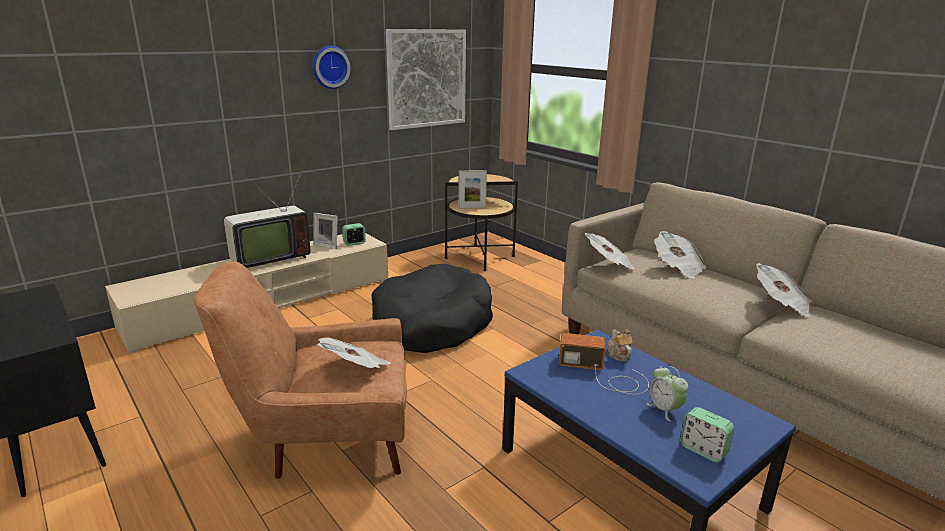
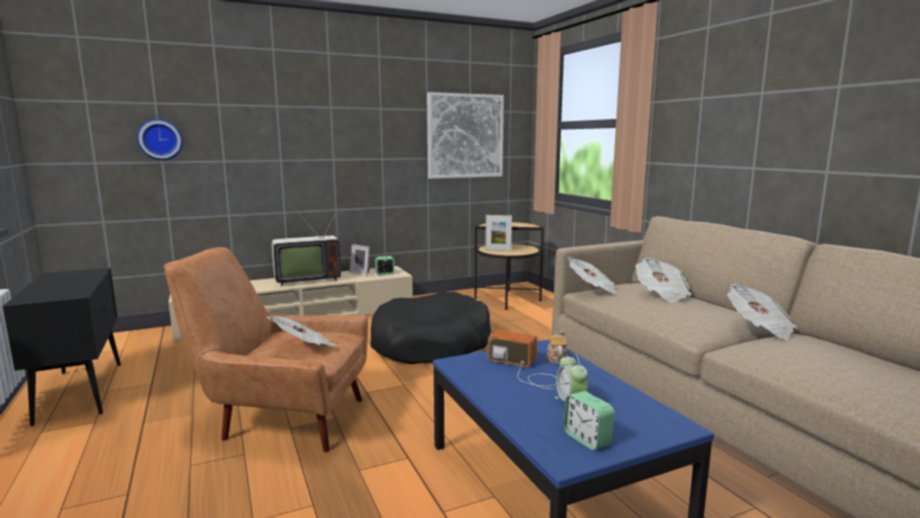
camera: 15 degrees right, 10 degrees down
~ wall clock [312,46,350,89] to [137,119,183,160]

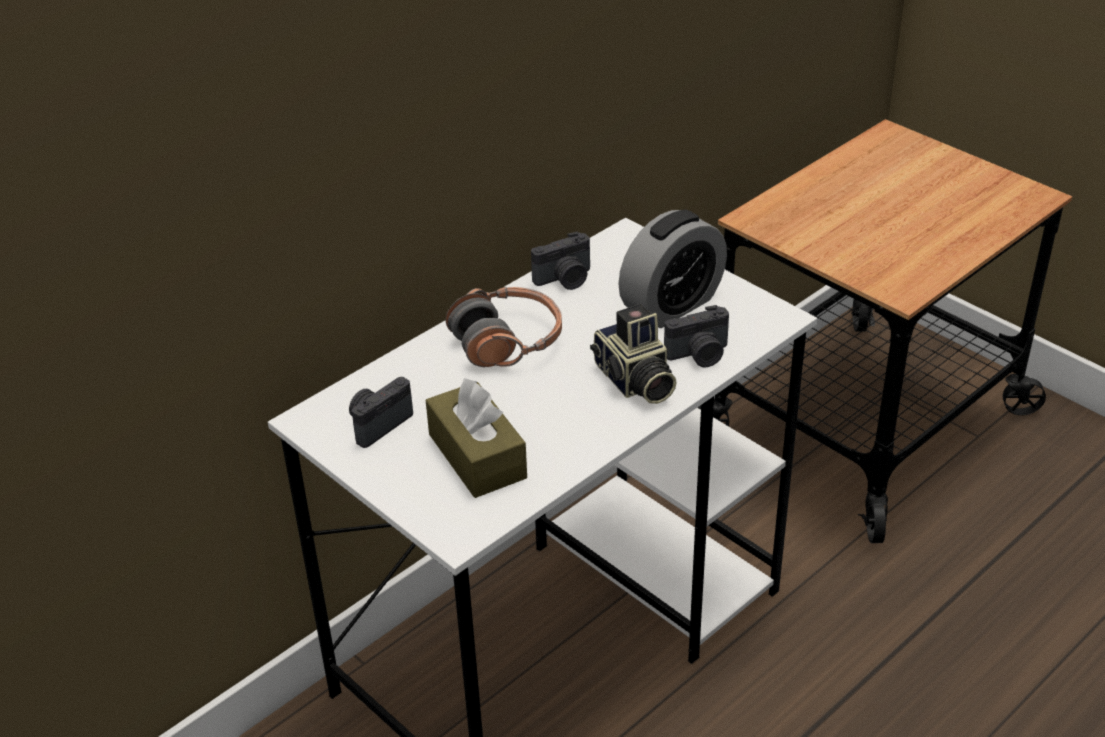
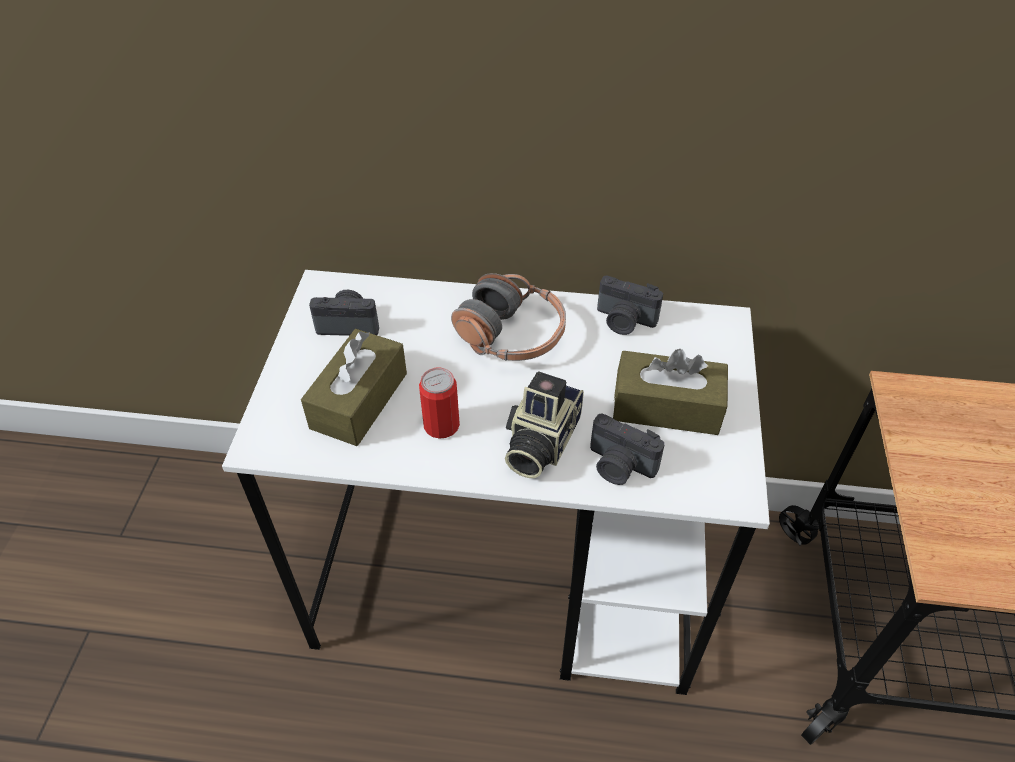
camera: 50 degrees right, 10 degrees up
~ alarm clock [618,210,727,328] to brown tissue box [613,349,728,435]
+ can [419,368,460,439]

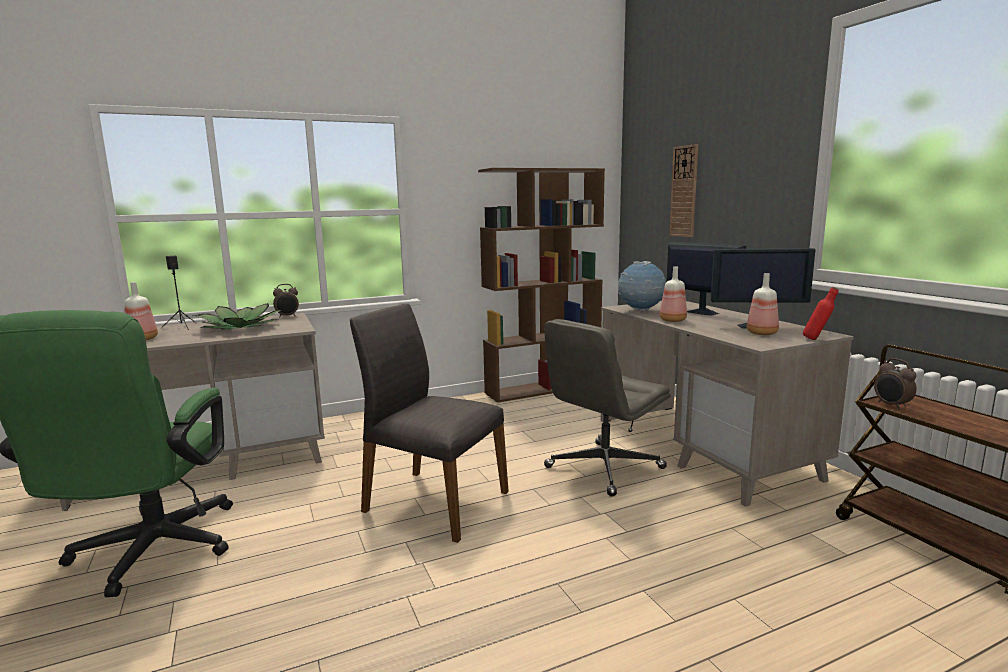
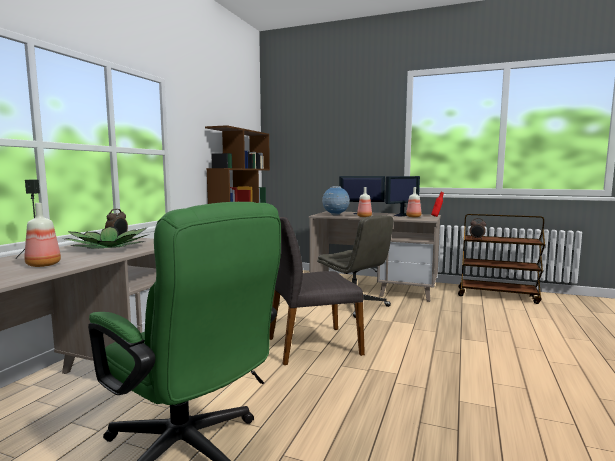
camera: 45 degrees left, 5 degrees down
- wall clock [669,144,698,237]
~ grey office chair [544,319,670,497] = [317,215,393,318] 45 degrees counterclockwise

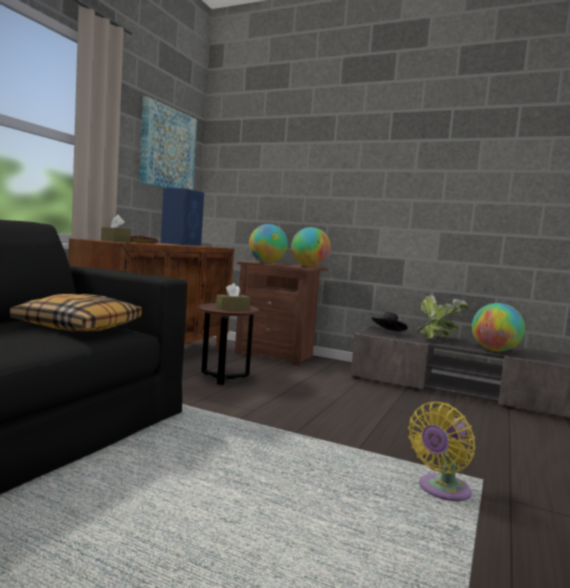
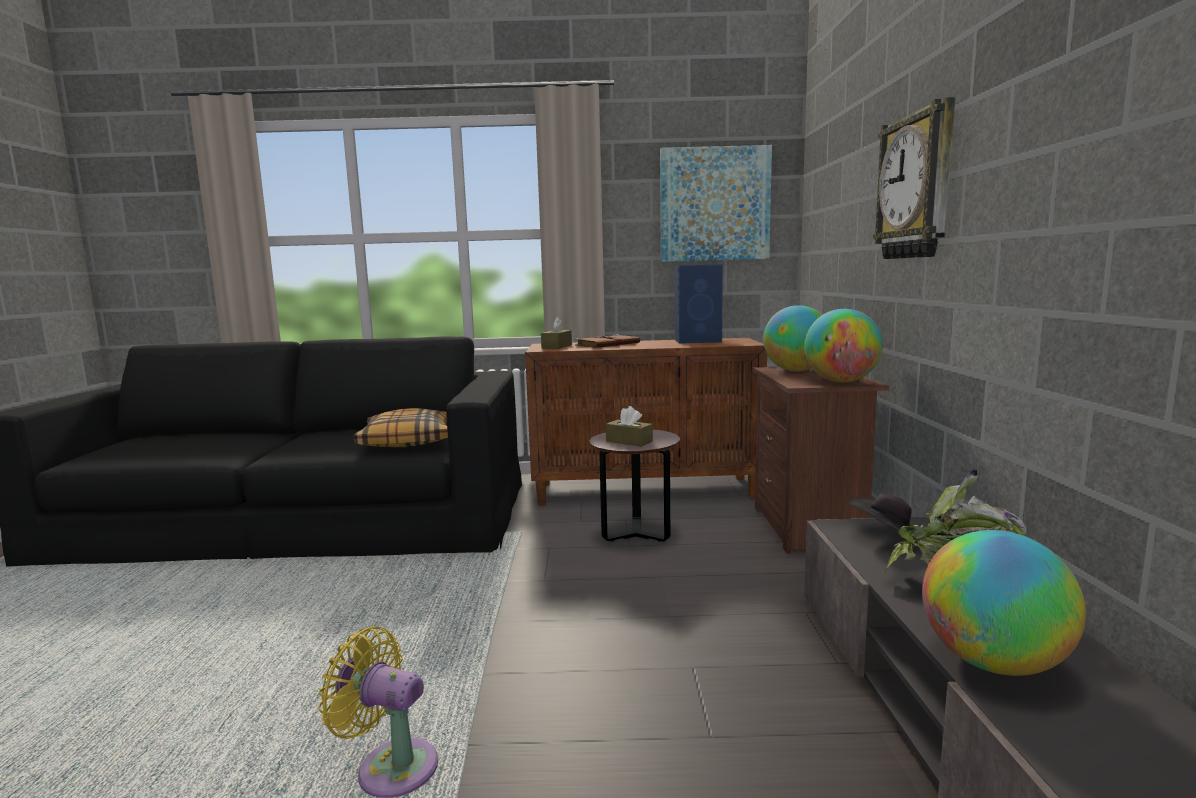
camera: 65 degrees right, 5 degrees up
+ wall clock [873,97,955,259]

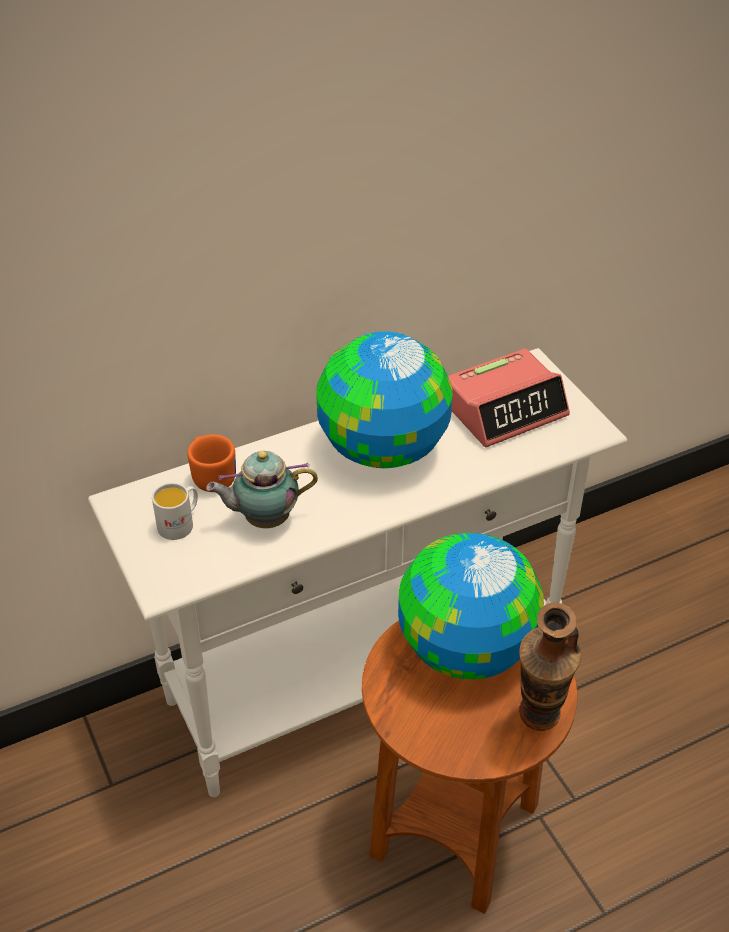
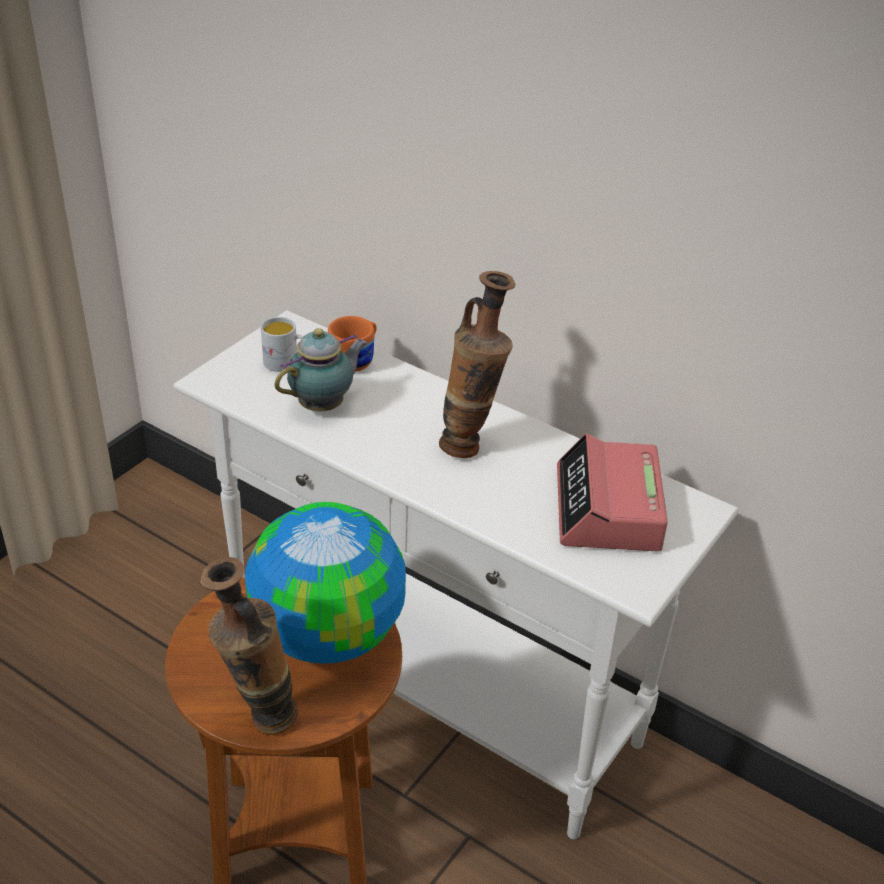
camera: 60 degrees right, 5 degrees down
~ globe [317,331,453,469] to vase [439,271,515,458]
~ alarm clock [448,349,570,447] = [557,434,668,552] 60 degrees clockwise
~ teapot [206,451,318,528] = [275,328,367,411] 90 degrees clockwise

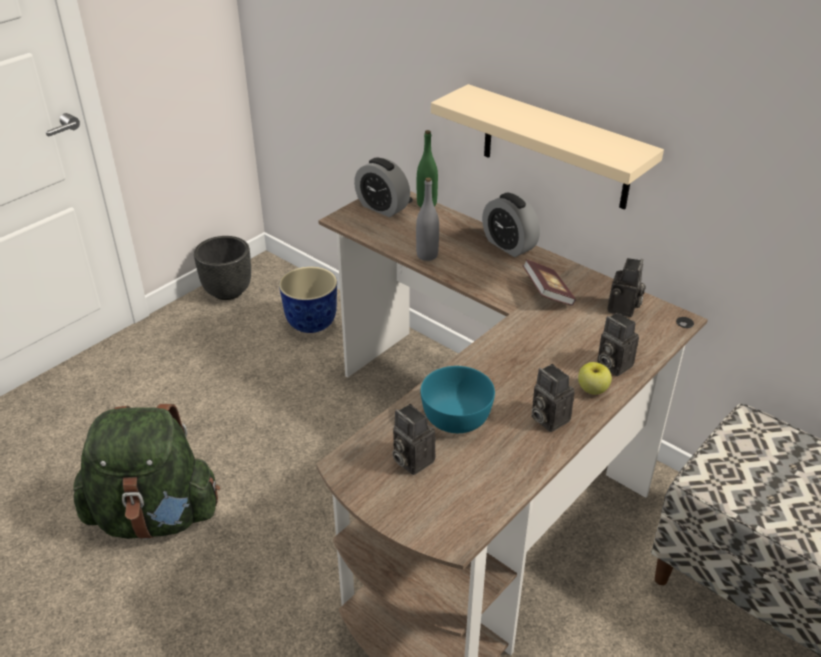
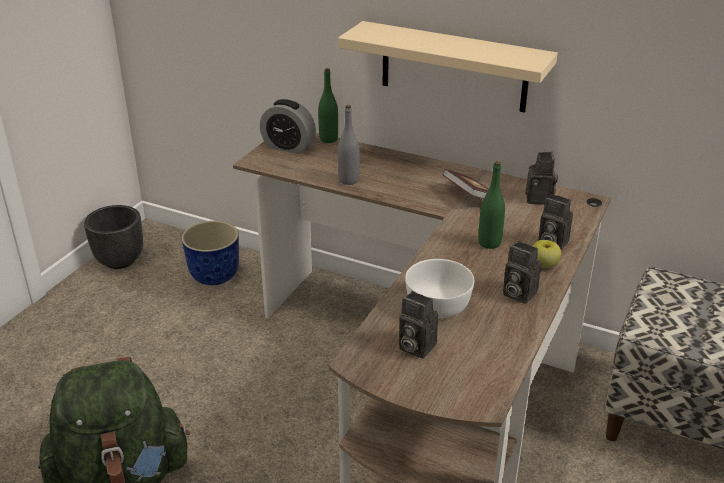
camera: 15 degrees left, 5 degrees down
- alarm clock [482,193,540,257]
~ turquoise bowl [421,366,495,433] to white bowl [405,259,474,318]
+ green bottle [478,161,505,249]

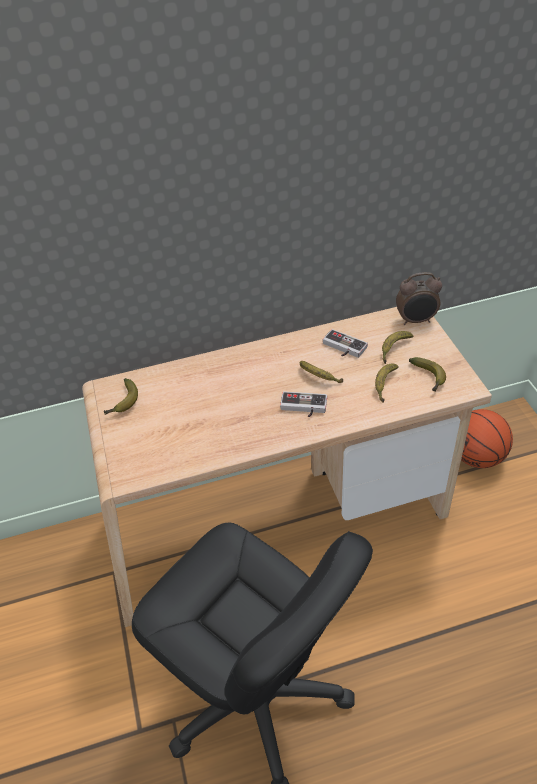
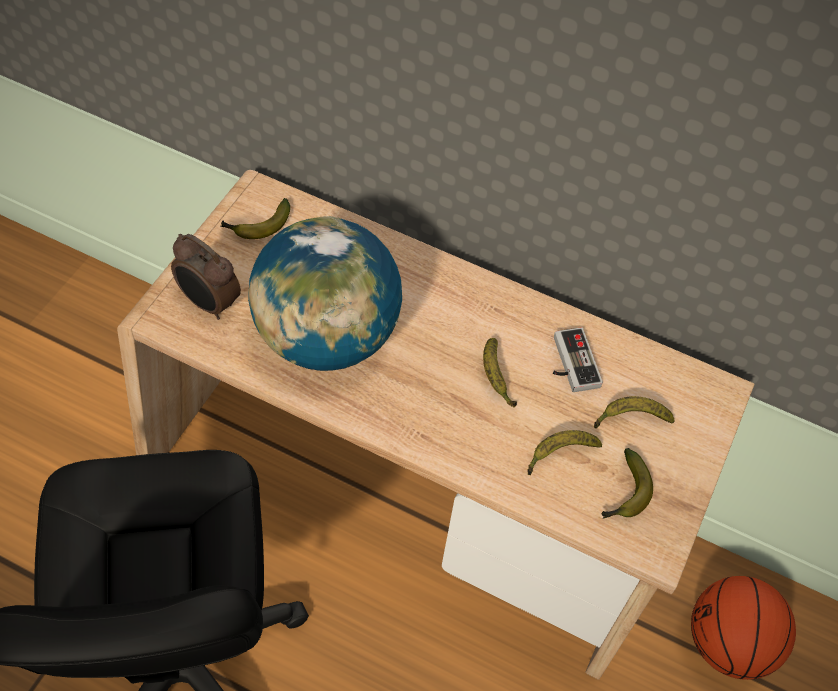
camera: 35 degrees right, 10 degrees up
~ alarm clock [396,272,442,325] to [171,234,241,320]
- game controller [280,391,327,417]
+ globe [248,216,402,371]

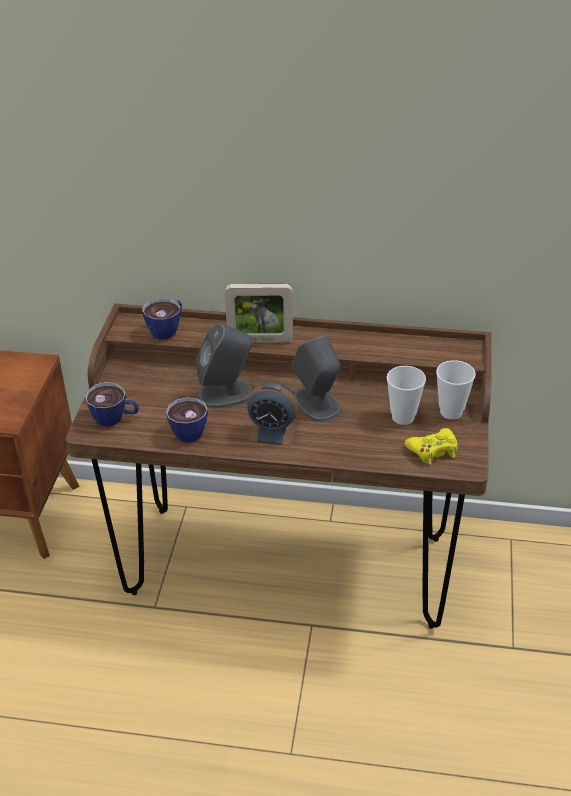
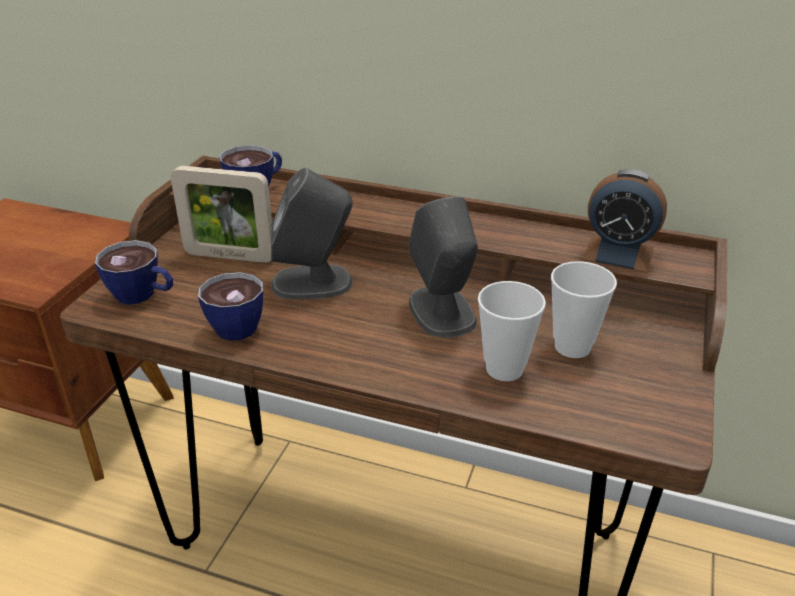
camera: 10 degrees right, 5 degrees down
~ picture frame [225,284,293,343] to [171,166,272,263]
~ cup [436,360,476,419] to [478,281,546,381]
~ alarm clock [247,382,298,446] to [582,169,667,273]
- yellow game controller [405,428,458,465]

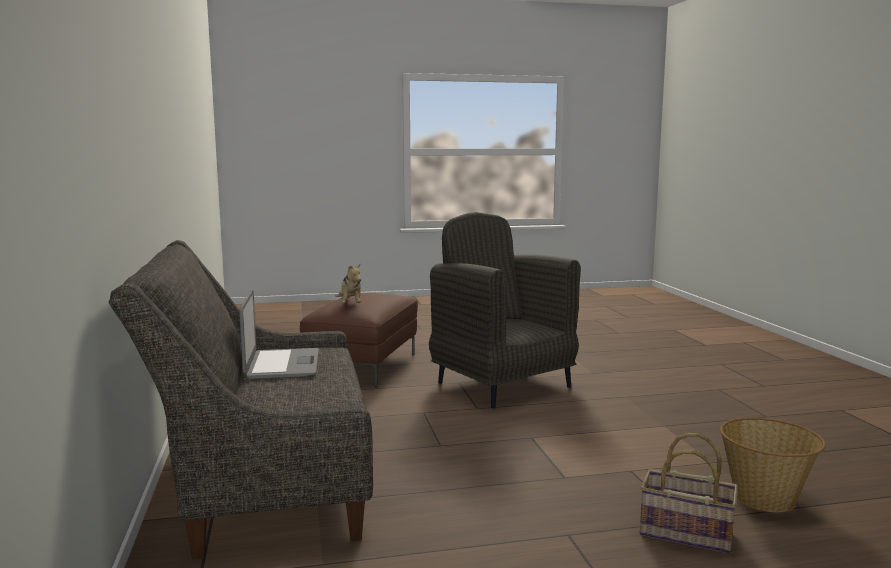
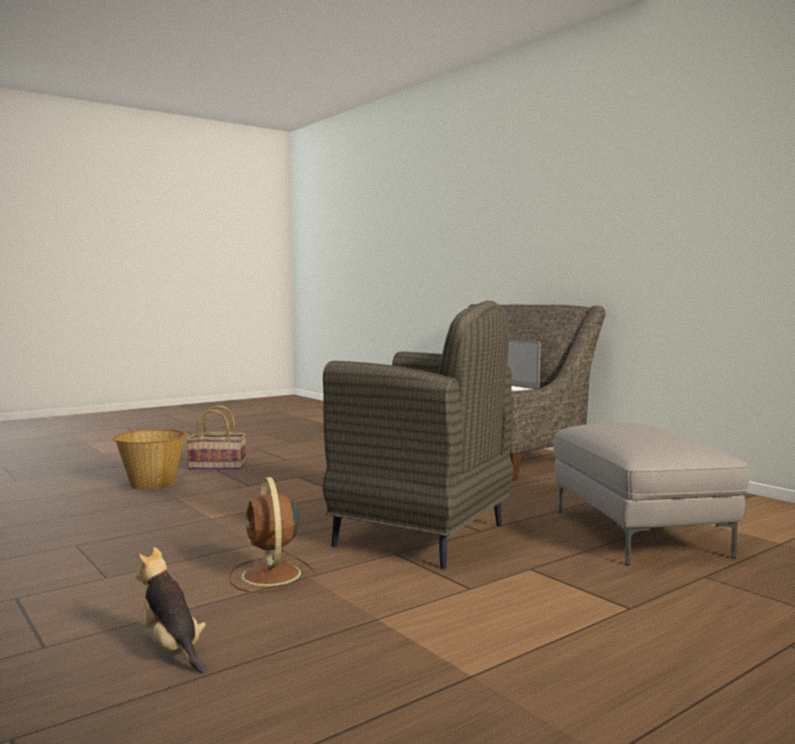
camera: 155 degrees right, 5 degrees down
~ plush toy [335,263,361,303] to [135,547,207,673]
~ brown ottoman [300,293,418,387] to grey ottoman [553,422,749,566]
+ brown fan [229,477,317,593]

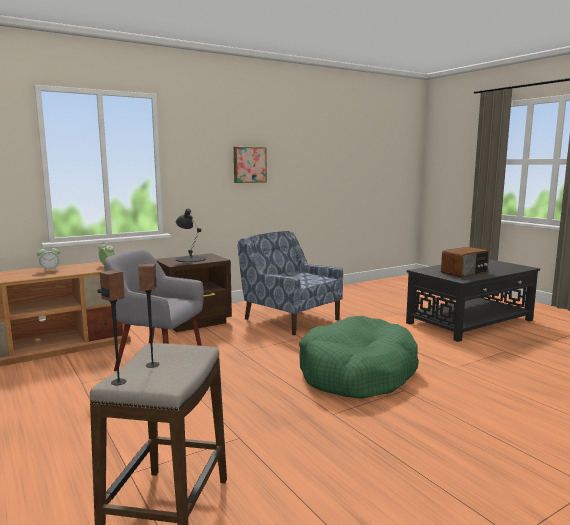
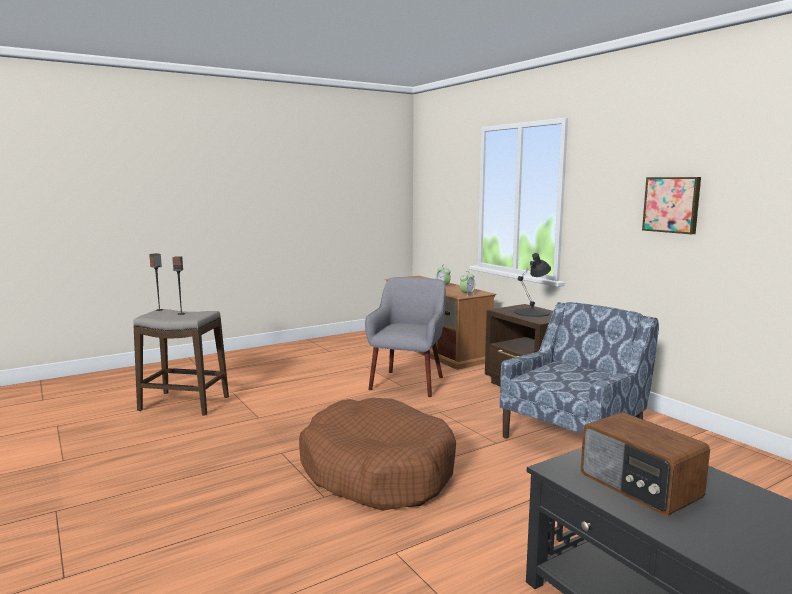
camera: 90 degrees right, 0 degrees up
~ green dog bed [299,316,419,399] to brown dog bed [299,398,456,511]

